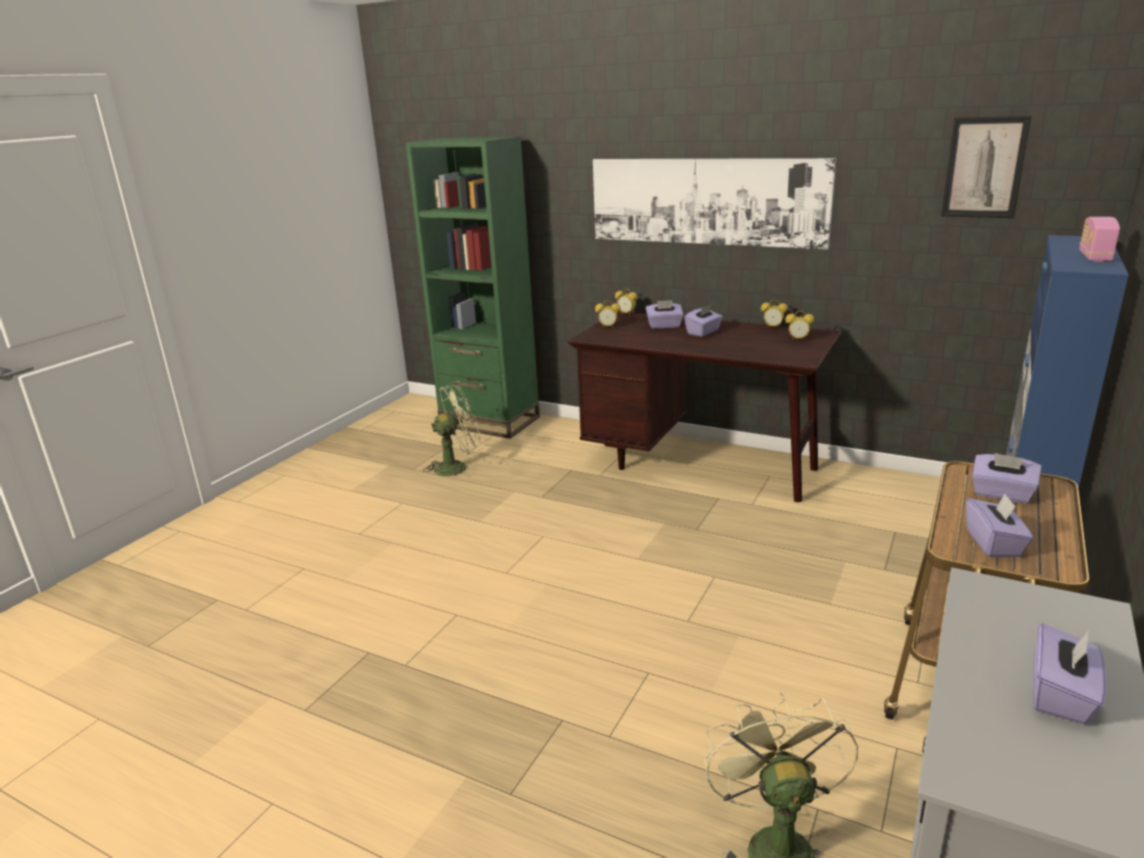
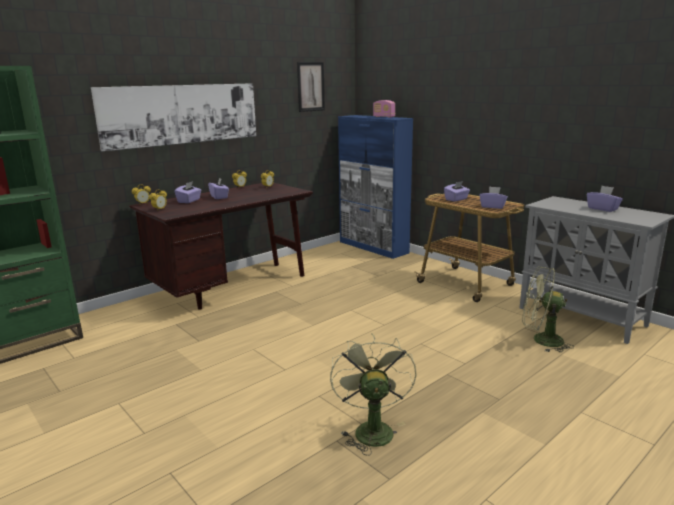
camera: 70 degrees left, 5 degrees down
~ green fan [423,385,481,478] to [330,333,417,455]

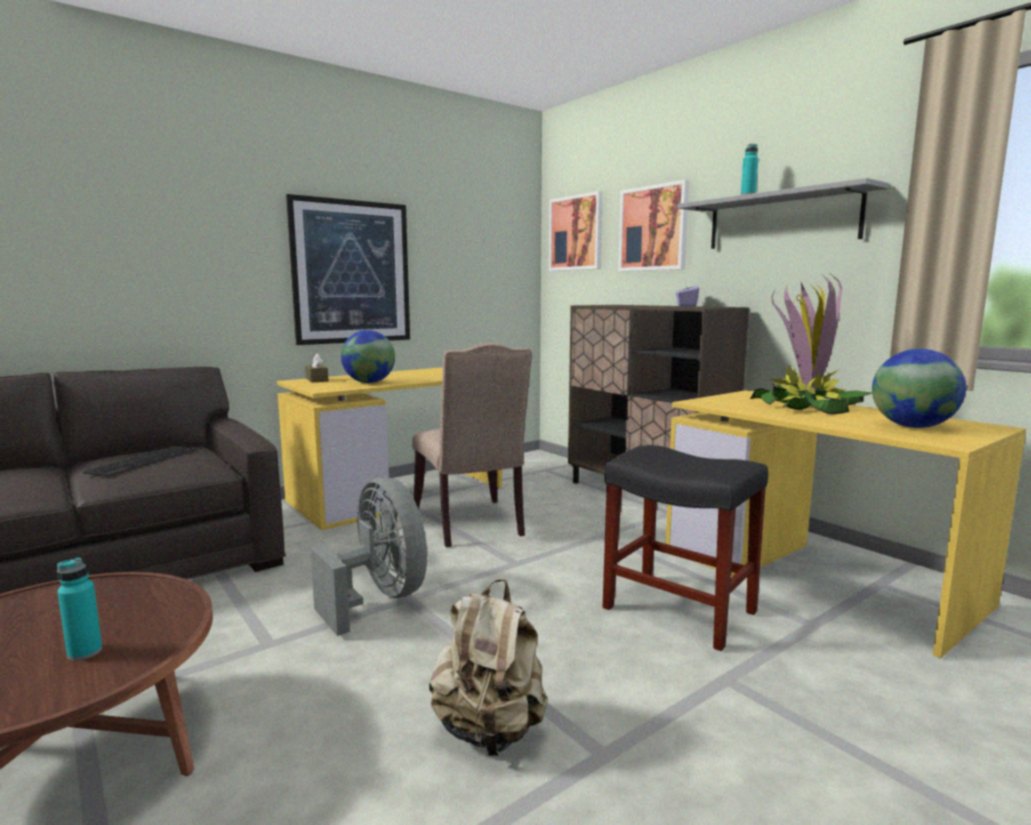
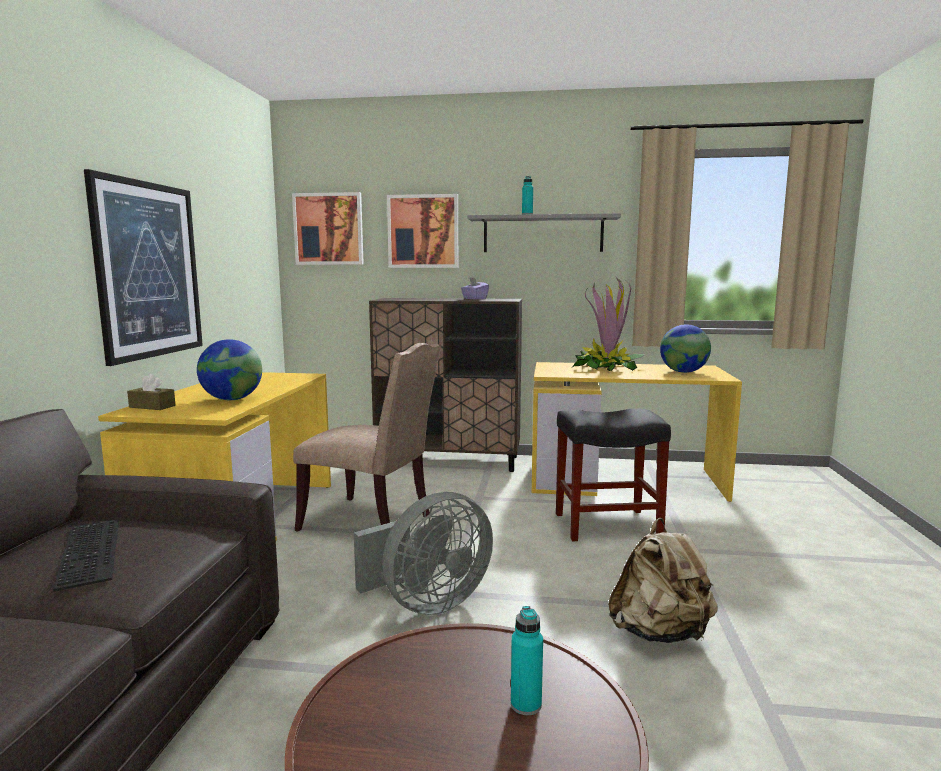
camera: 45 degrees left, 0 degrees up
~ grey fan [310,478,427,636] = [354,492,493,615] 135 degrees clockwise

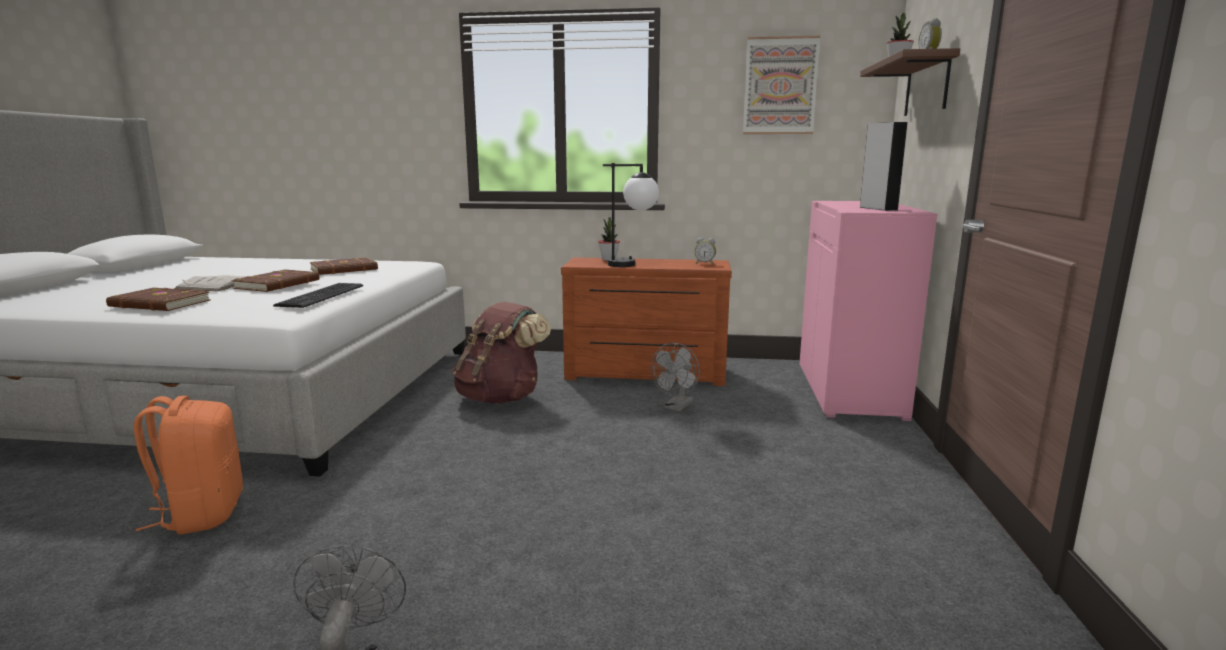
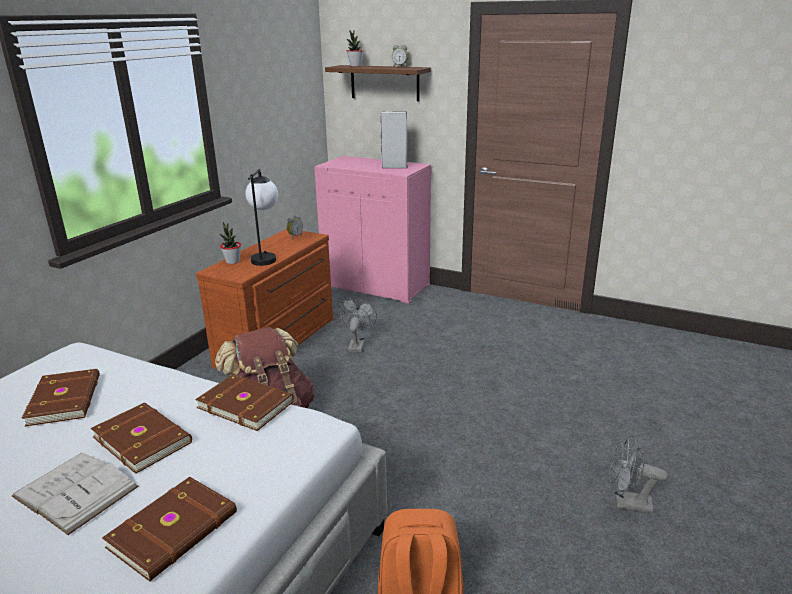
camera: 70 degrees left, 10 degrees up
- picture [743,36,821,134]
~ keyboard [273,283,363,308] to brown book [195,374,294,431]
~ grey fan [651,343,700,411] = [337,298,377,352] 135 degrees counterclockwise

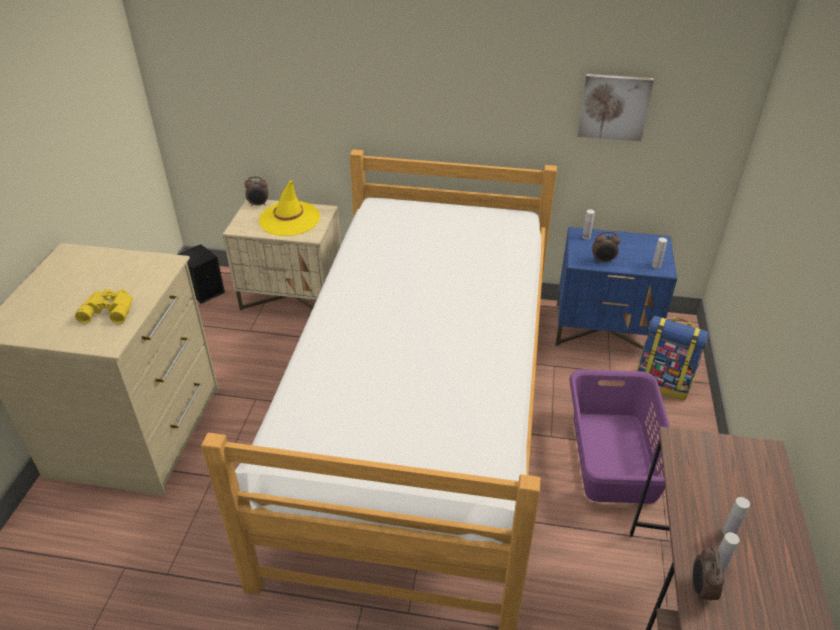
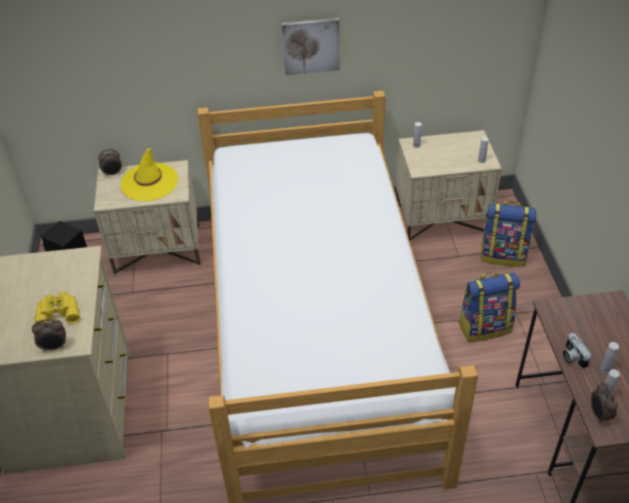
camera: 15 degrees left, 5 degrees up
~ picture [577,74,654,141] to [282,18,340,75]
~ blue nightstand [555,227,677,350] to beige nightstand [396,130,502,240]
~ alarm clock [592,231,621,263] to [32,319,66,352]
~ purple laundry basket [569,369,670,504] to backpack [459,271,520,342]
+ photo camera [563,333,591,369]

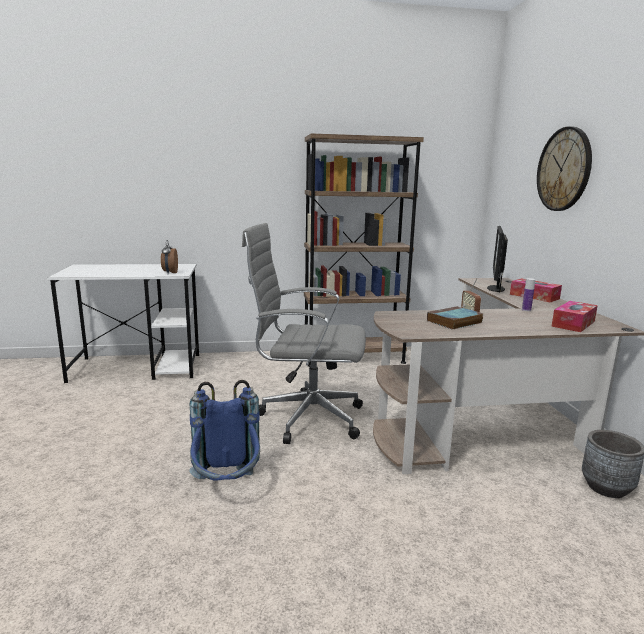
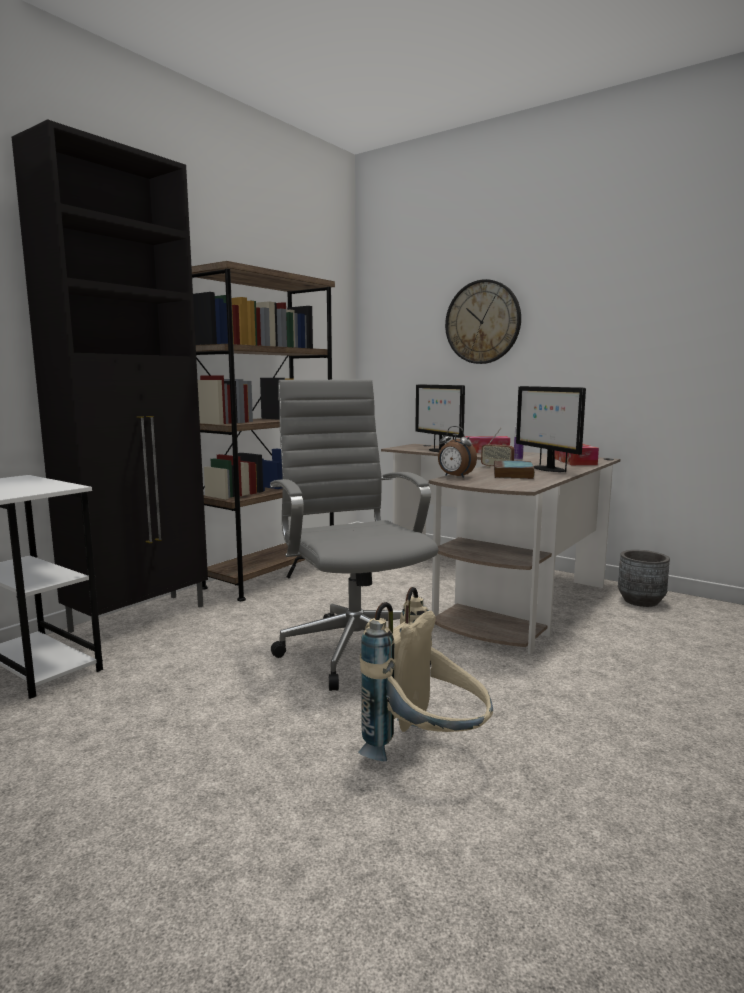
camera: 45 degrees left, 5 degrees down
~ grey office chair [242,223,366,444] = [270,380,438,691] 105 degrees clockwise
~ alarm clock [161,240,178,274] to [438,426,477,478]
~ blue backpack [189,380,260,481] to beige backpack [358,587,493,761]
+ black cabinet [12,119,208,633]
+ monitor [516,386,586,472]

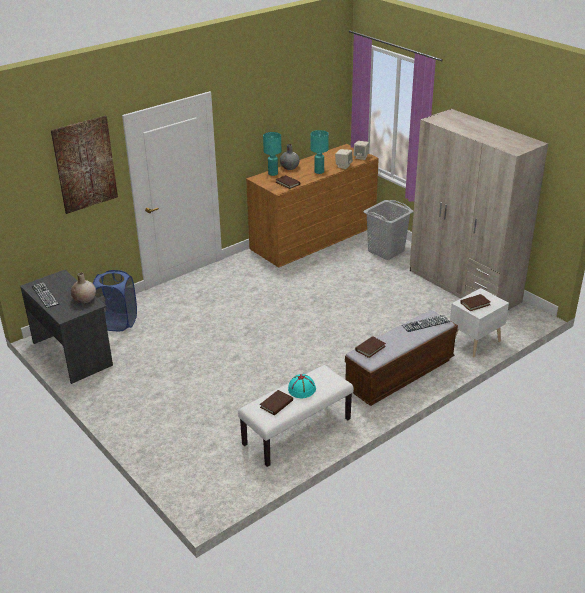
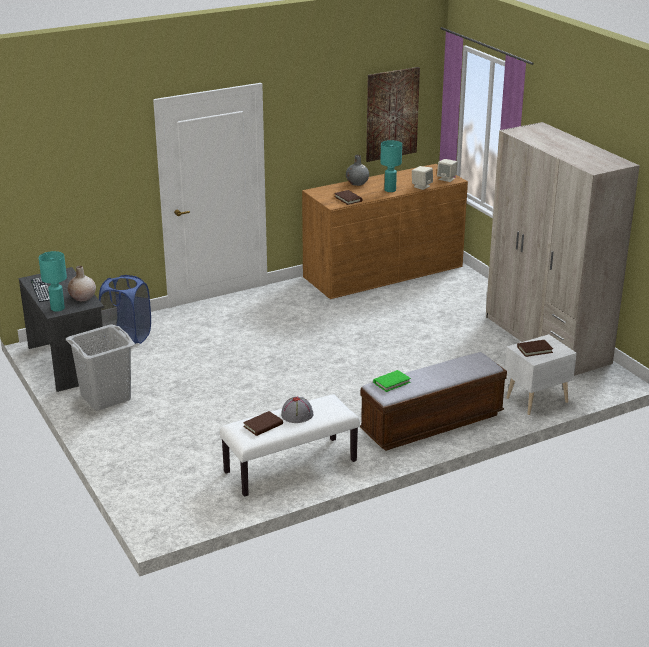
camera: 10 degrees right, 5 degrees down
~ picture [51,116,118,214] to [366,67,420,162]
~ turquoise table lamp [263,132,281,176] to [39,251,67,312]
~ grey laundry basket [364,200,414,260] to [66,324,135,411]
- keyboard [402,315,450,332]
~ brown book [355,336,386,358] to green book [373,370,411,392]
~ turquoise hat [288,374,316,398] to grey hat [281,397,314,423]

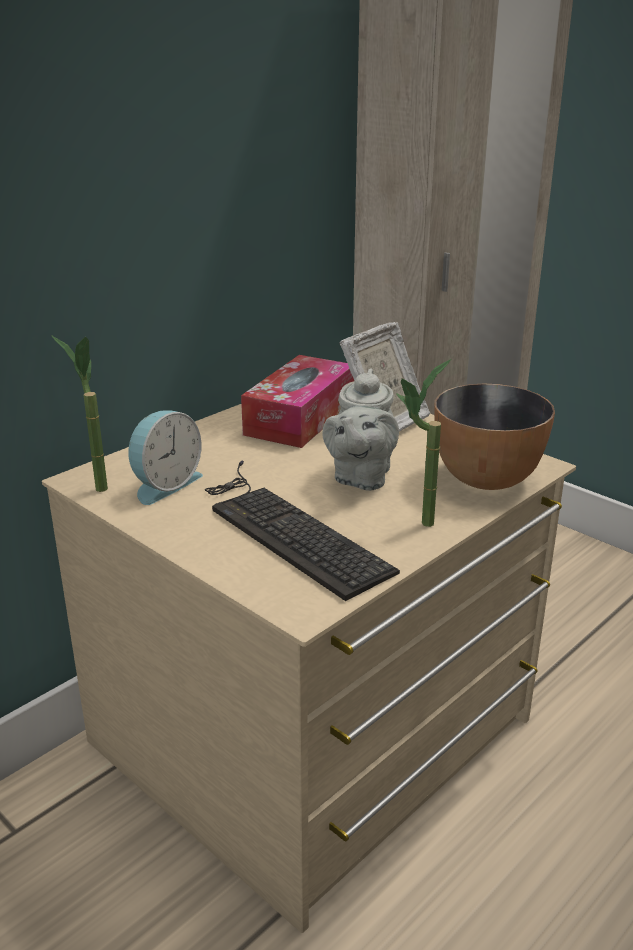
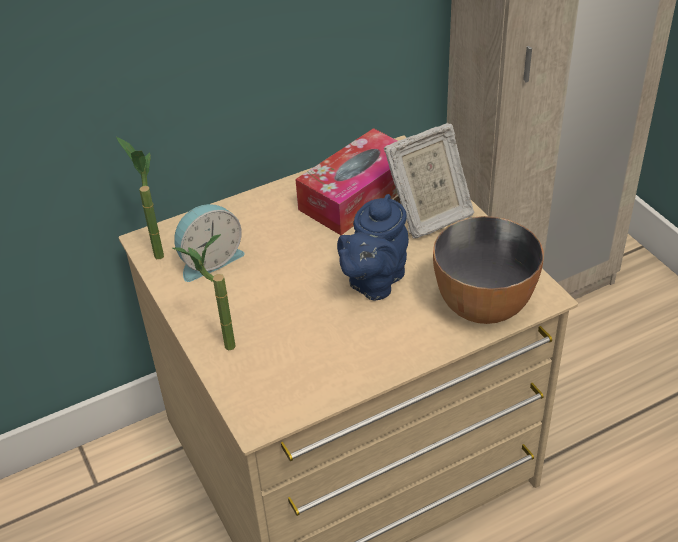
camera: 20 degrees right, 15 degrees up
~ potted plant [396,359,451,527] to [173,234,236,351]
~ grey teapot [323,368,399,491] to blue teapot [337,194,409,300]
- keyboard [205,460,400,601]

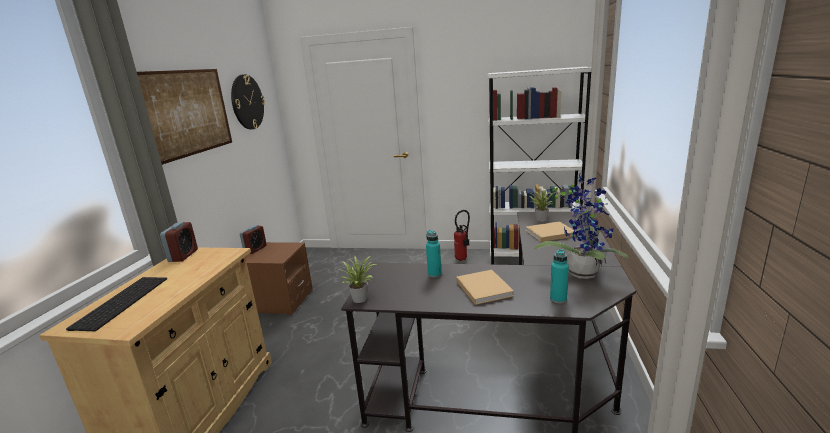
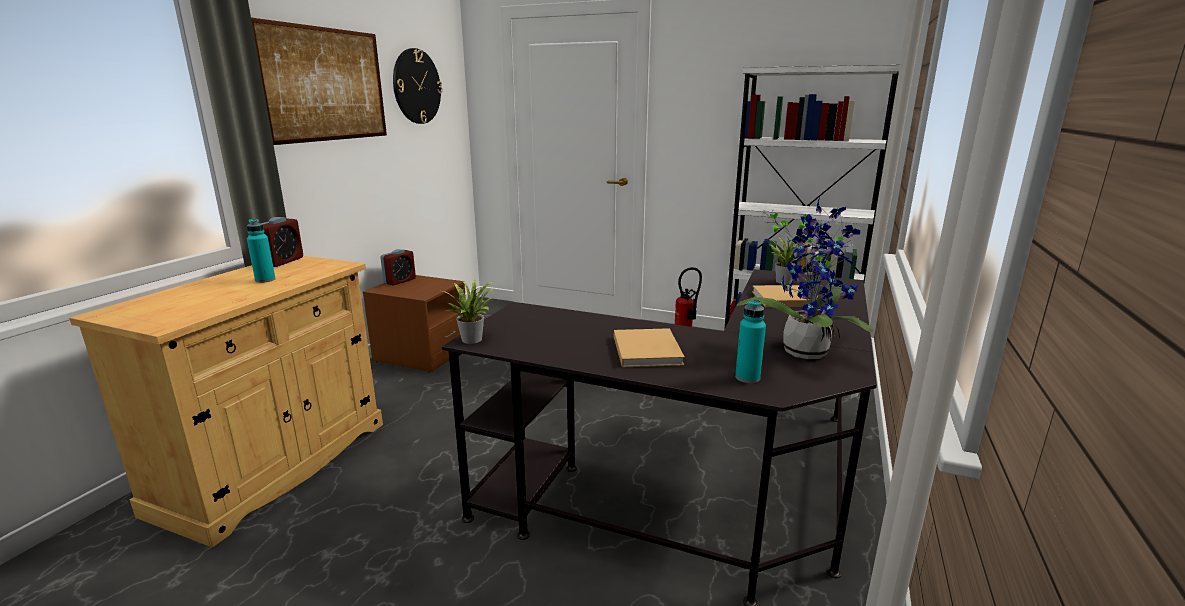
camera: 10 degrees right, 0 degrees up
~ turquoise bottle [426,230,442,278] to [247,219,276,283]
- keyboard [66,277,167,331]

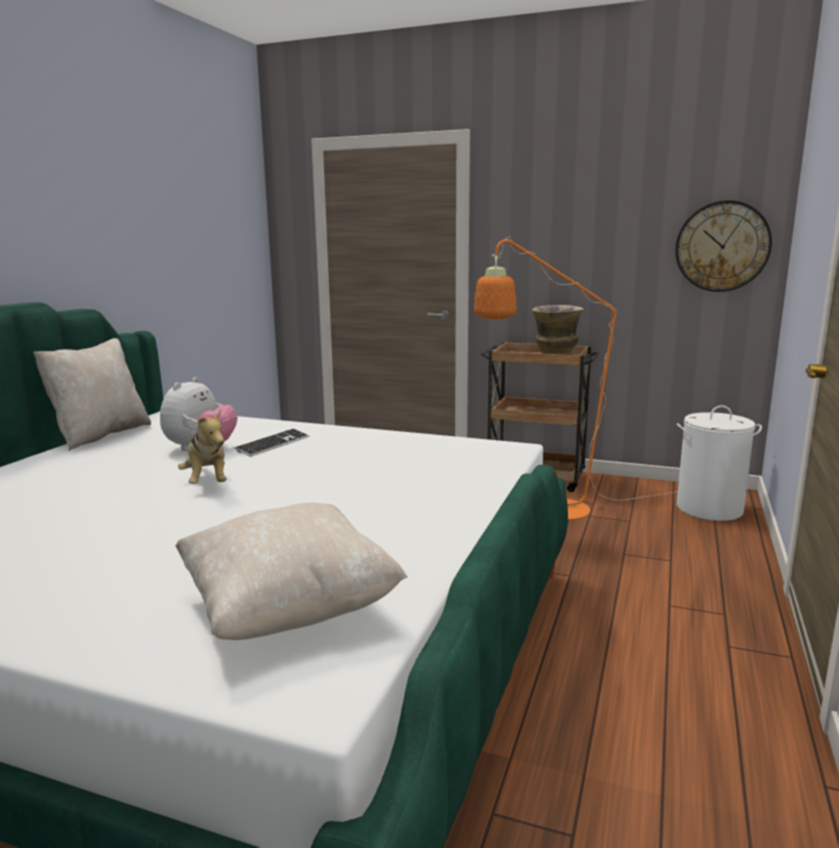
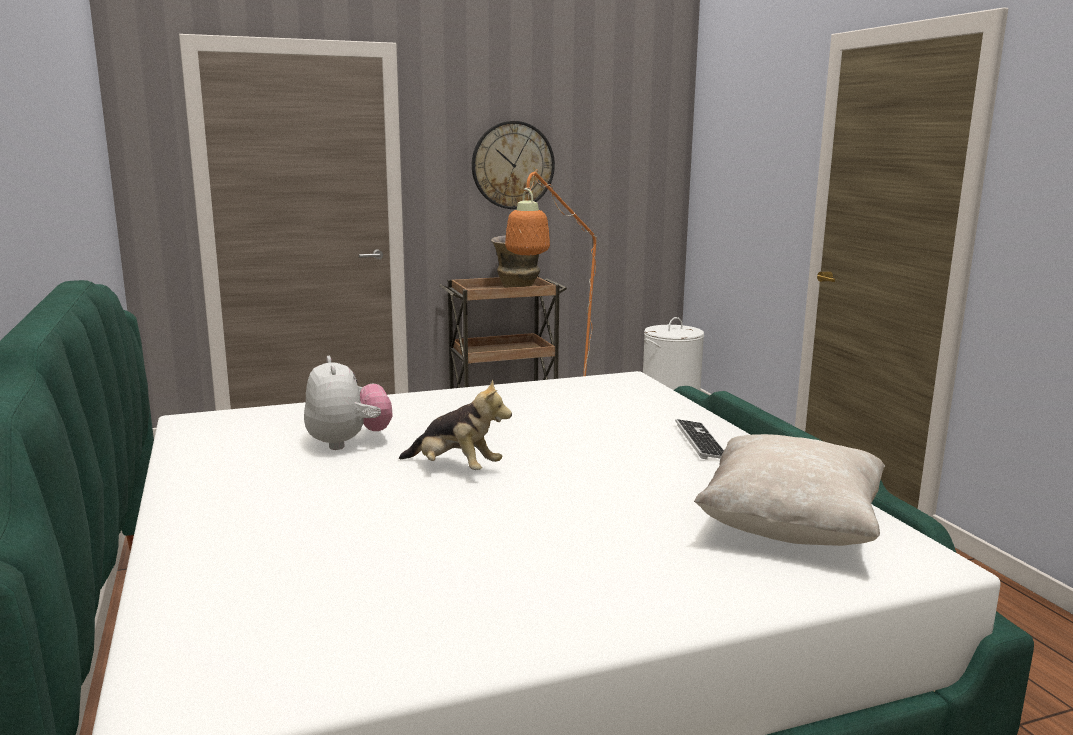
camera: 40 degrees left, 0 degrees up
~ wall clock [675,200,772,292] to [472,121,555,209]
- beige pillow [33,338,151,451]
~ keyboard [234,428,309,457] to [675,419,724,459]

